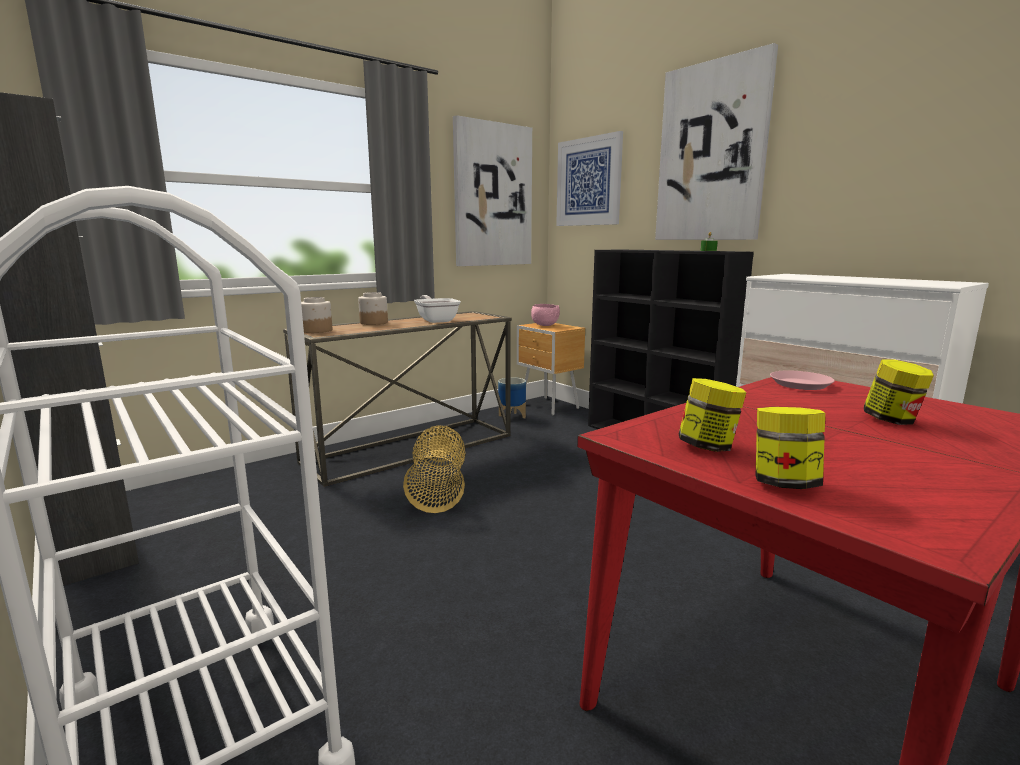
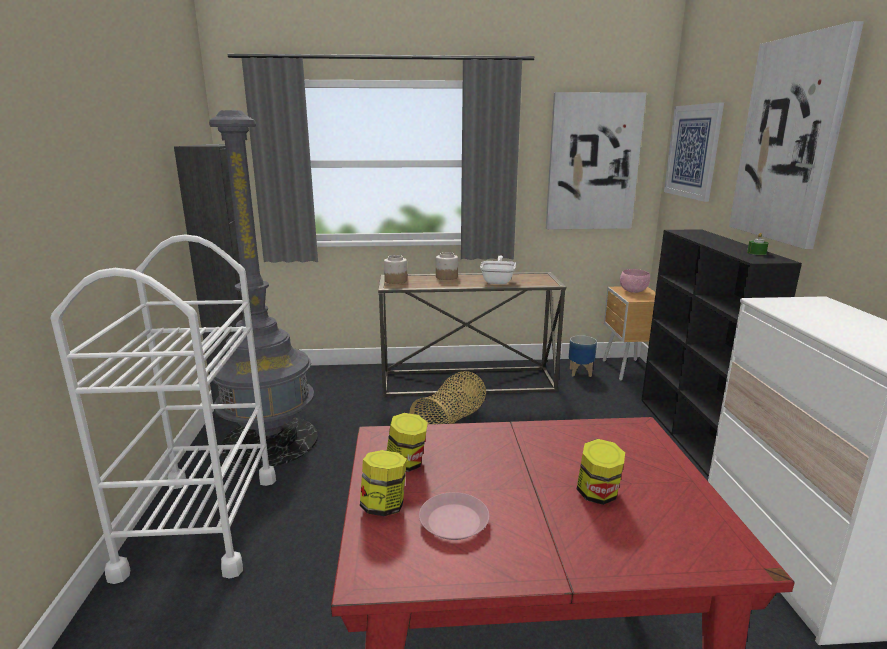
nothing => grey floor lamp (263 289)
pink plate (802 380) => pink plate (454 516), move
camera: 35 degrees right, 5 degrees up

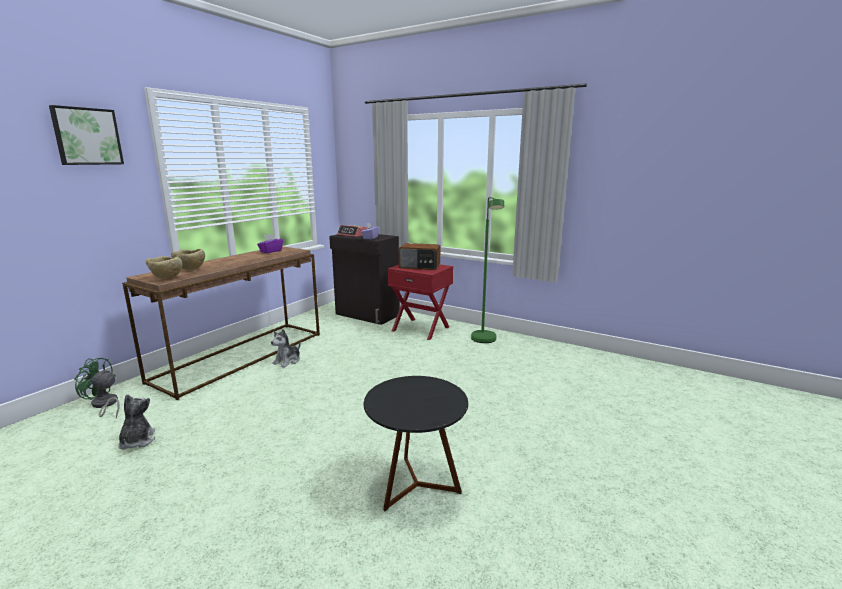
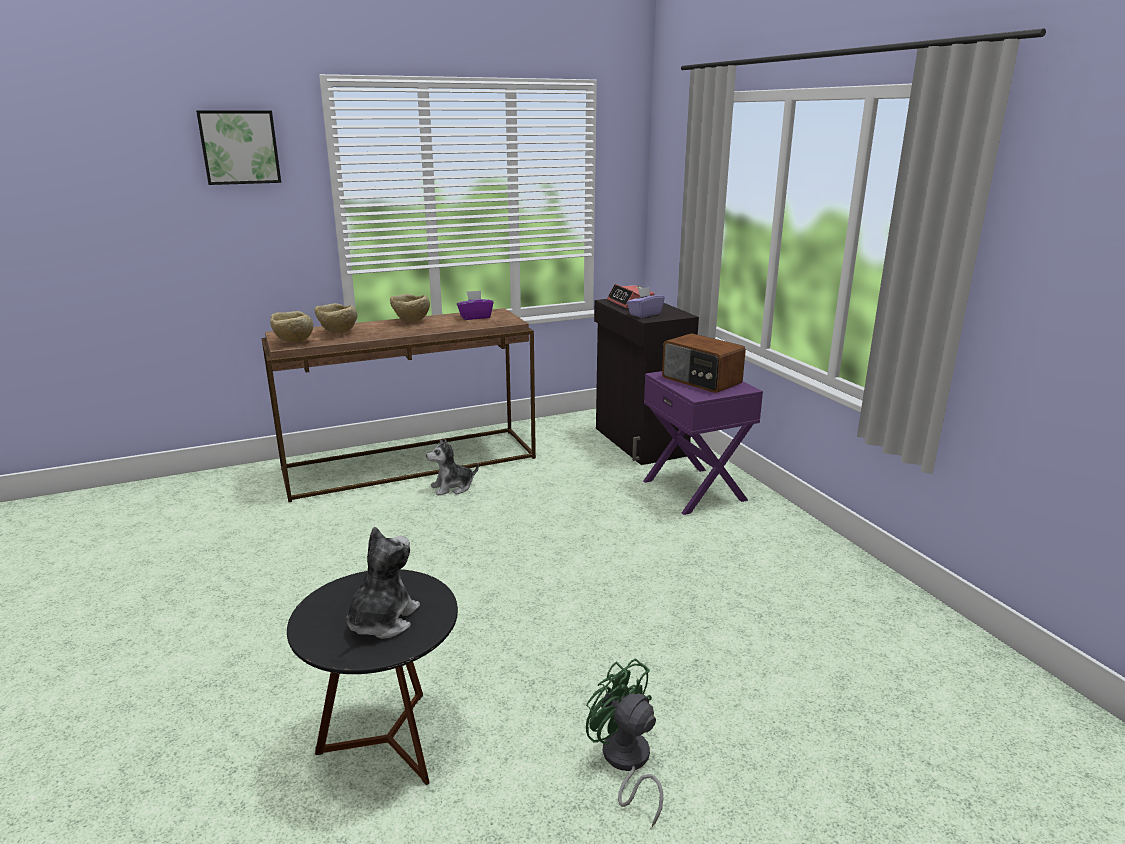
plush toy (136 422) => plush toy (383 583), move
nothing => beige bowl (410 308)
green fan (96 388) => green fan (624 743), move
red nightstand (420 302) => purple nightstand (703 443)
green floor lamp (487 270) => nothing
camera: 35 degrees right, 5 degrees up

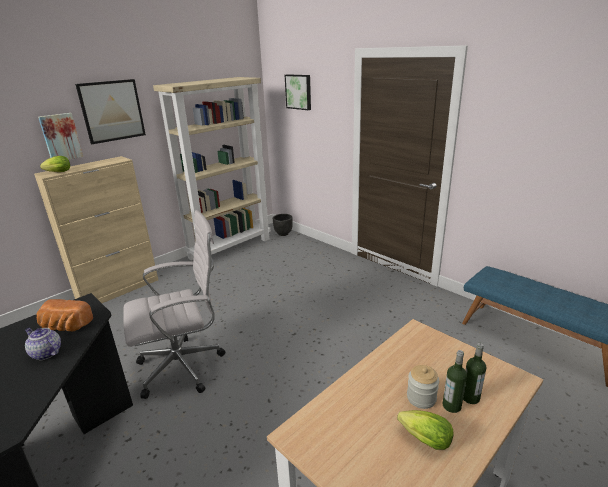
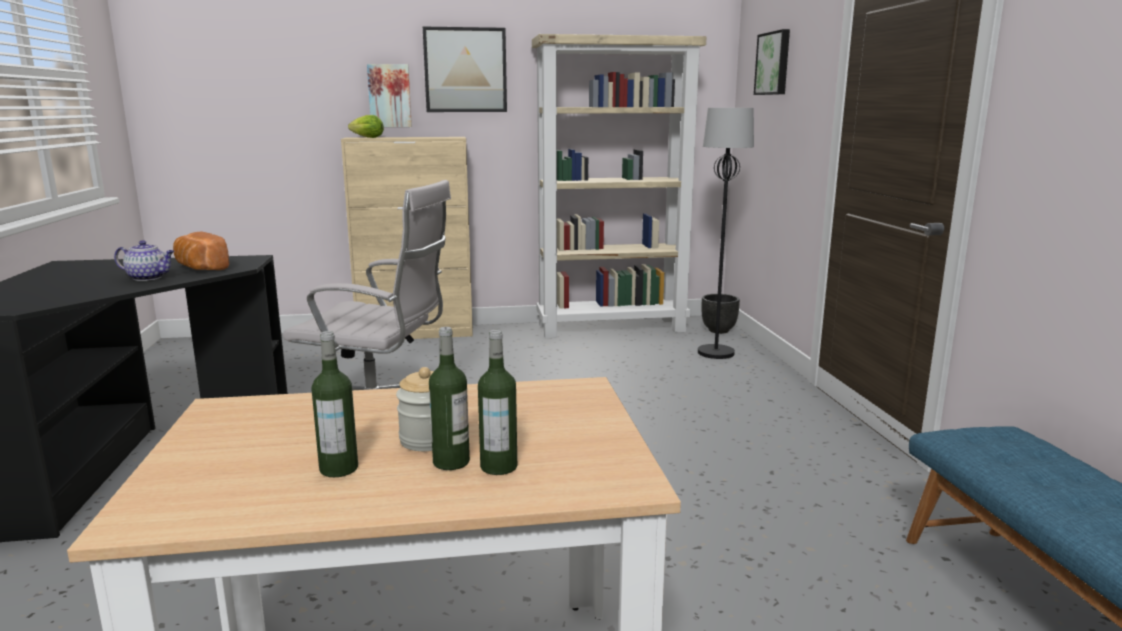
teapot (43 344) => teapot (144 260), 120 degrees clockwise
lettuce (425 430) => bottle (334 404)
nothing => black floor lamp (726 233)
camera: 35 degrees right, 10 degrees down

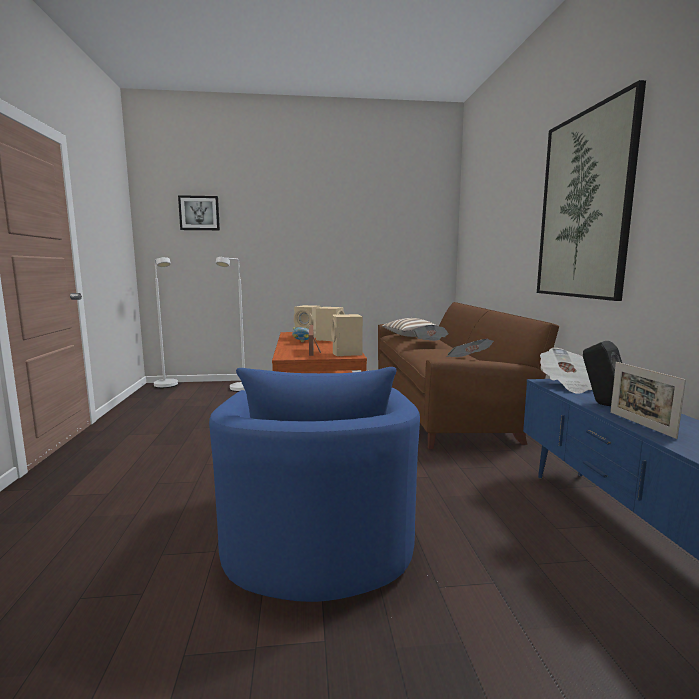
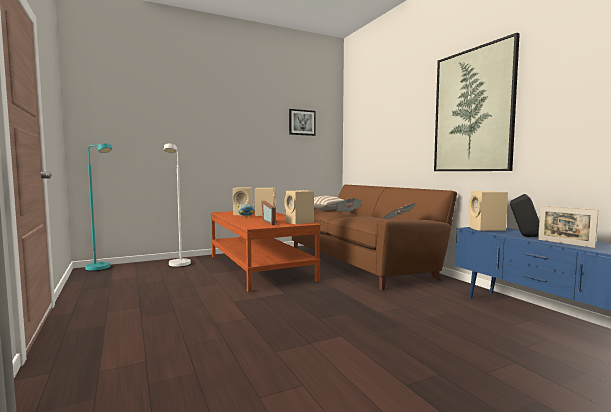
white floor lamp (166 322) => turquoise floor lamp (98 207)
picture (199 212) => picture (302 122), move
newspaper (566 371) => beige speaker (488 211)
blue armchair (314 484) => nothing
camera: 20 degrees left, 5 degrees down

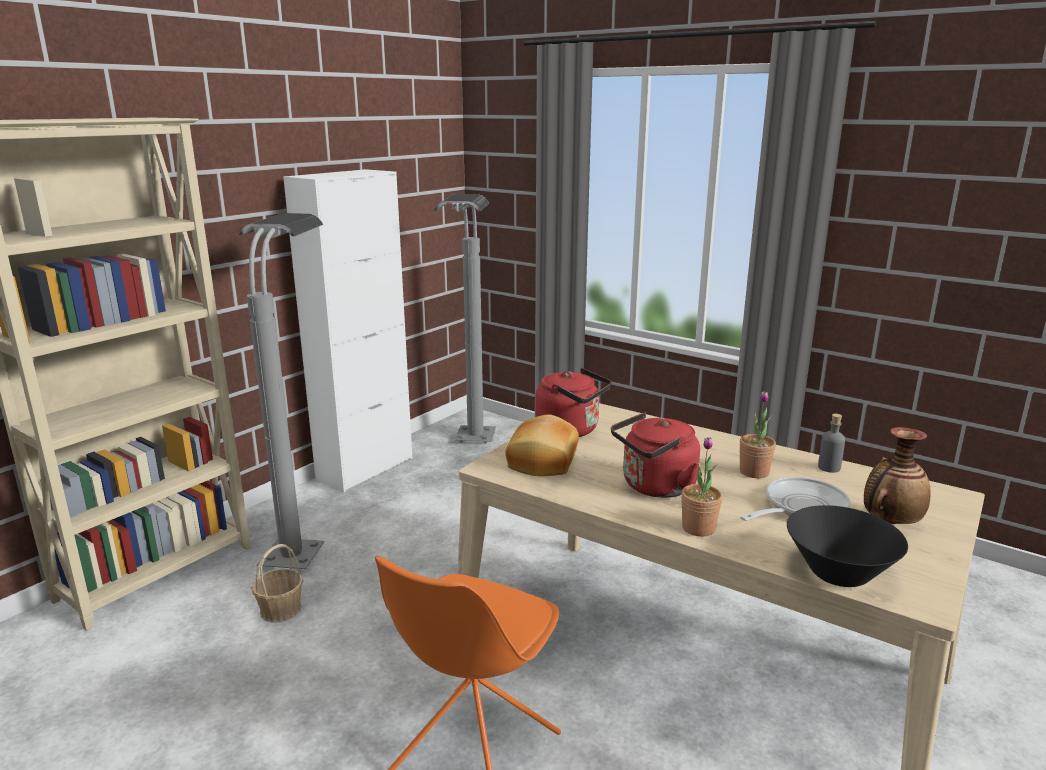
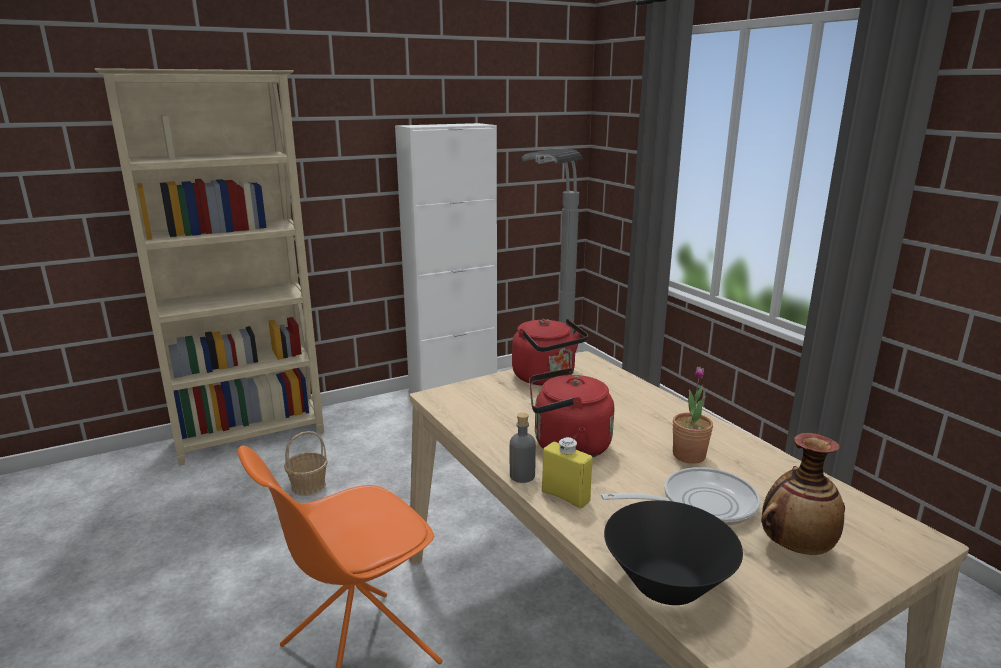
grey bottle (831 443) => grey bottle (523 448), move
potted plant (702 487) => yellow bottle (567 473)
grey floor lamp (282 391) => nothing
bread (542 445) => nothing
camera: 25 degrees right, 0 degrees up

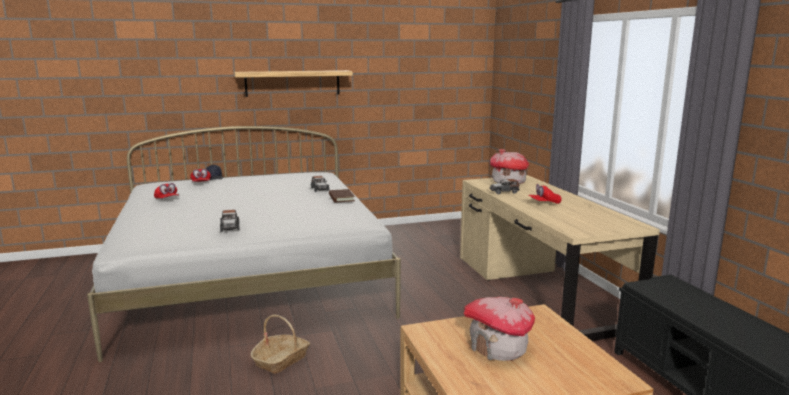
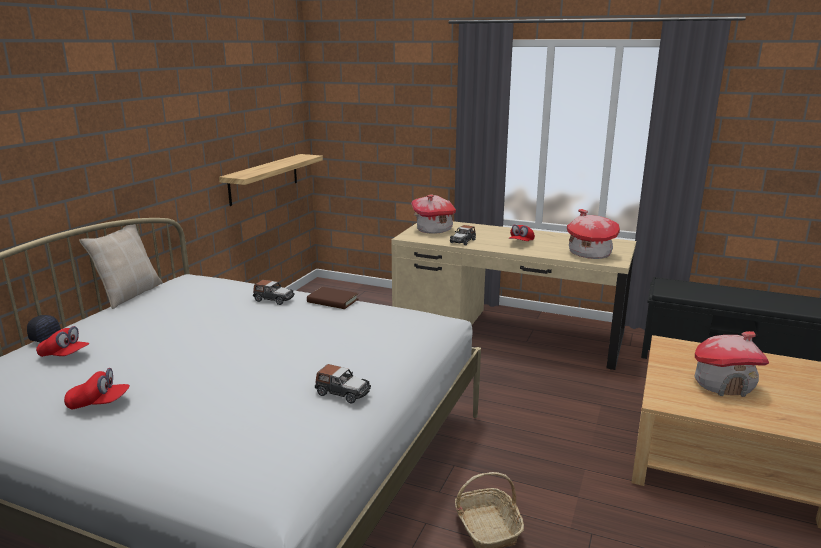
nothing => beige pillow (121 266)
shelf (293 83) => shelf (271 180), move
nothing => toy house (593 234)
camera: 50 degrees left, 5 degrees up

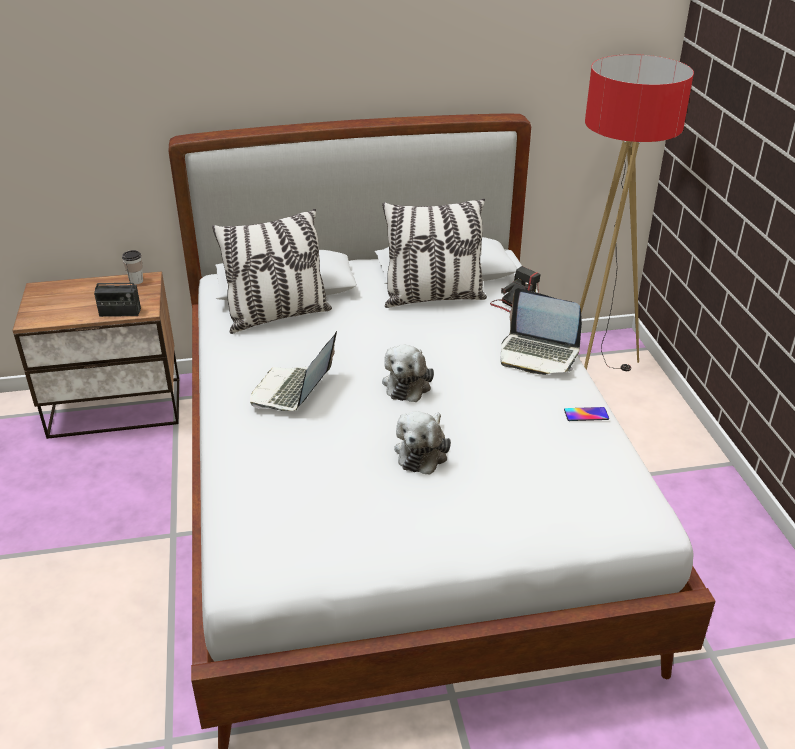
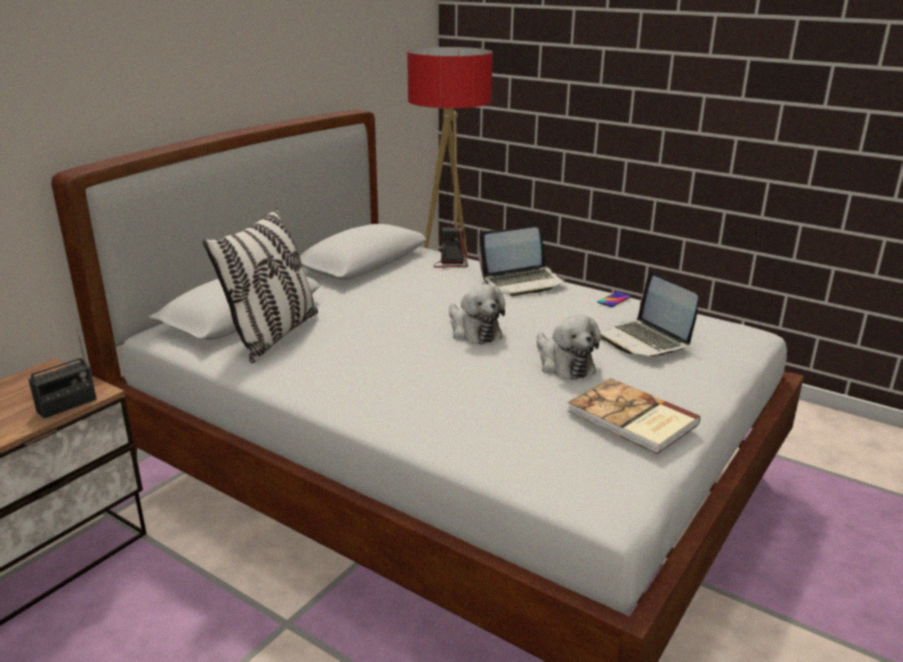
nothing => book (634 416)
laptop (293 371) => laptop (649 314), move
cup (132 267) => nothing
pillow (434 253) => nothing
camera: 45 degrees left, 10 degrees down

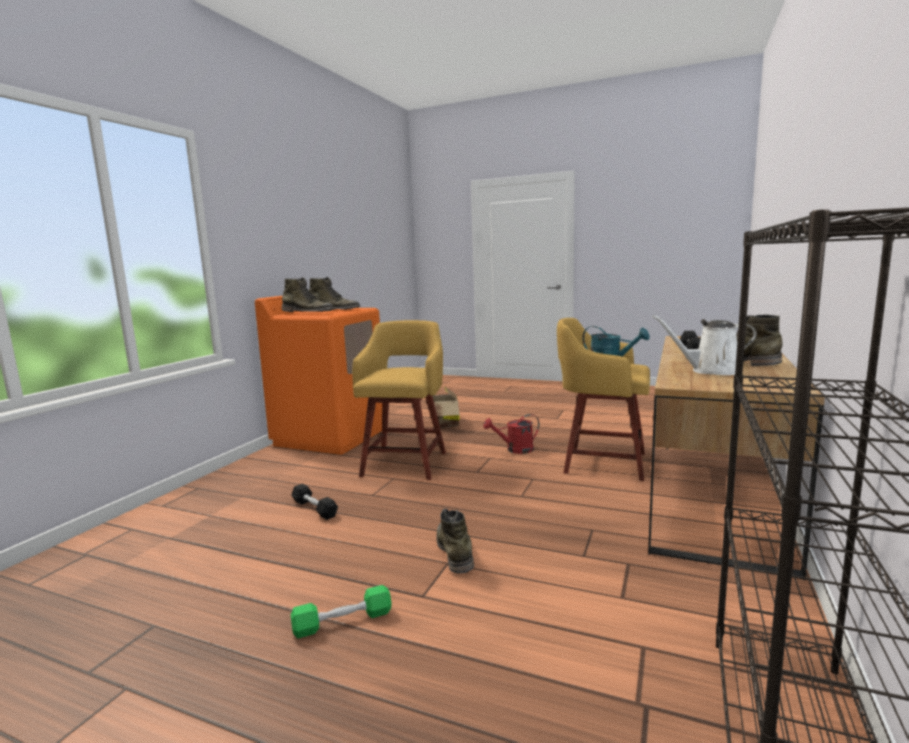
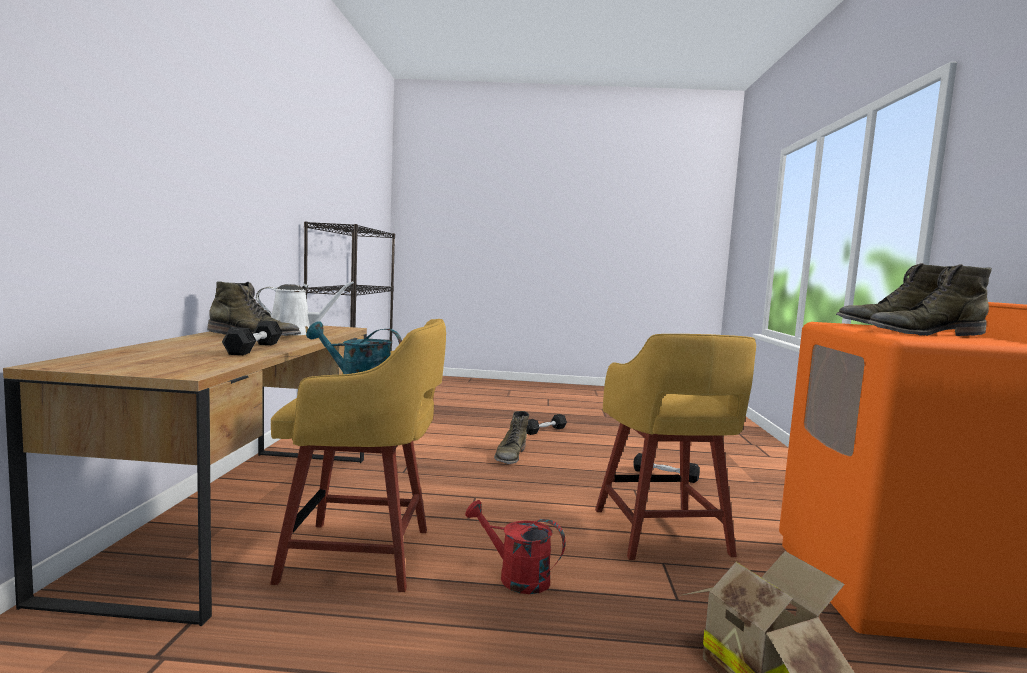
red watering can (512 434) => red watering can (515 547), 120 degrees counterclockwise
green boot (455 541) => green boot (511 437), 45 degrees clockwise
green dumbbell (341 611) => black dumbbell (546 424)
camera: 160 degrees right, 5 degrees down

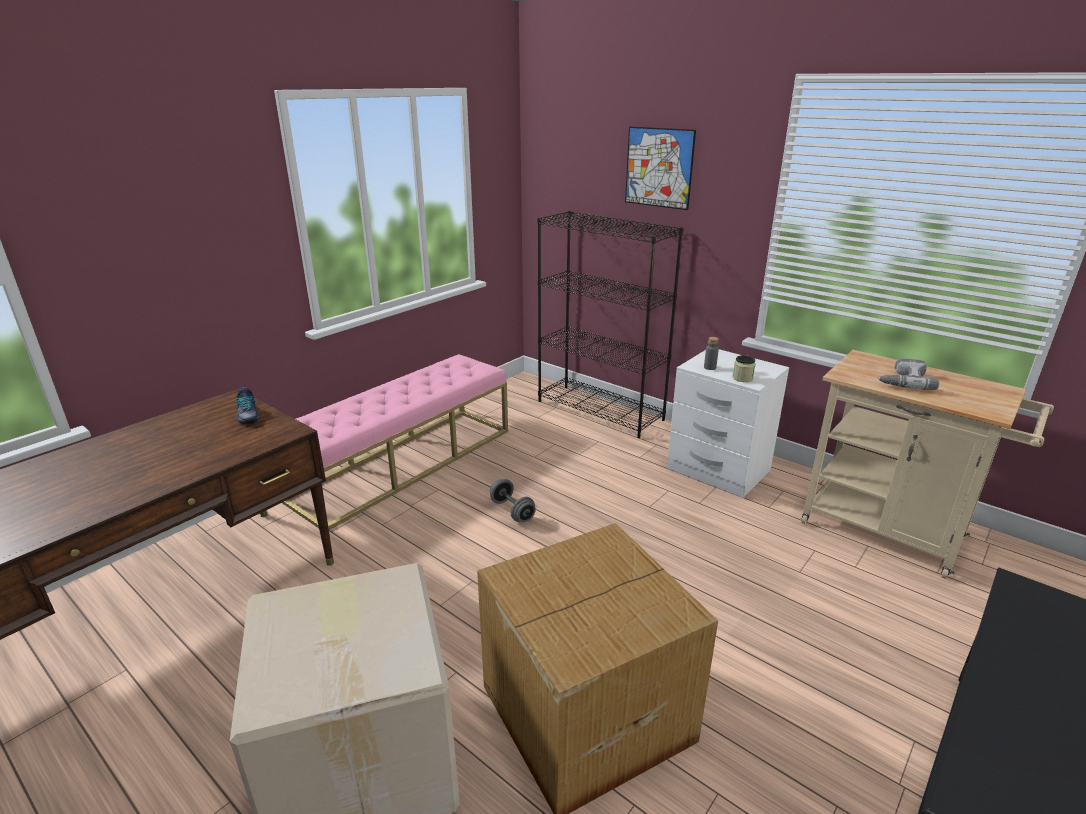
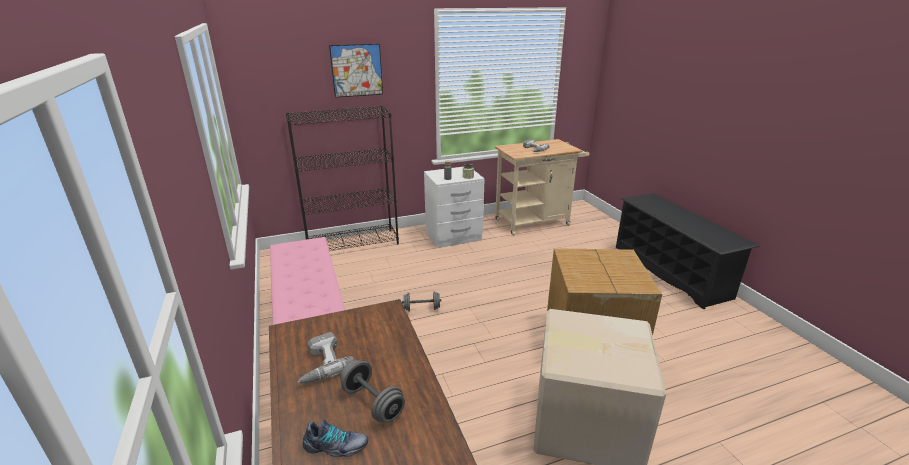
nothing => power drill (326 357)
shoe (248 405) => shoe (335 438), move
nothing => grey dumbbell (372 391)
camera: 60 degrees left, 0 degrees up

